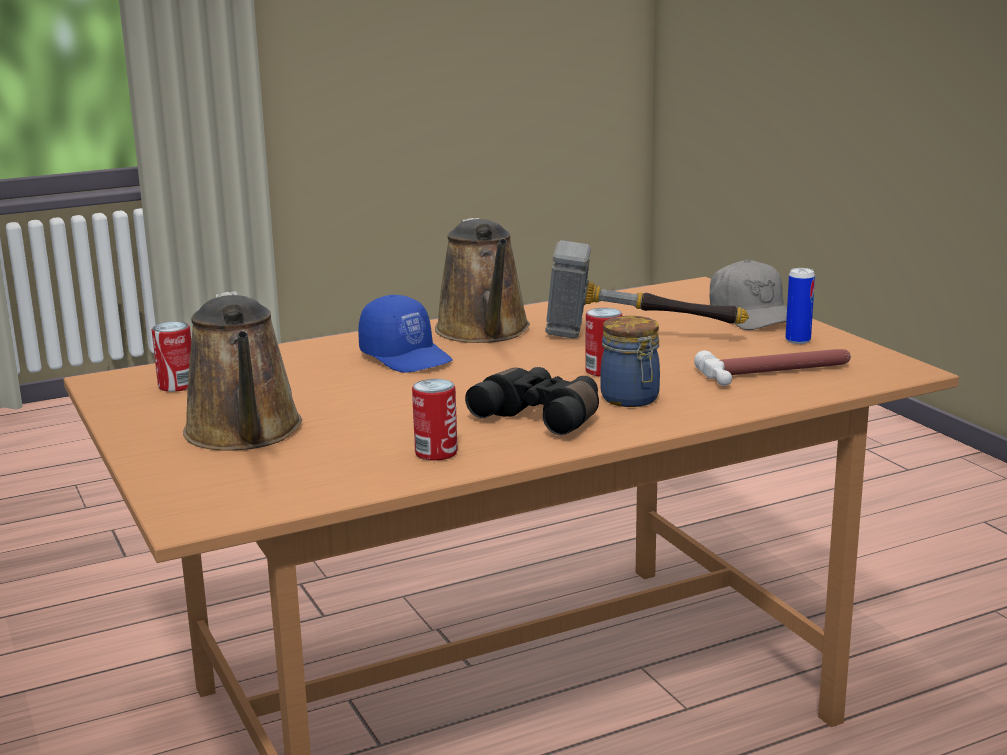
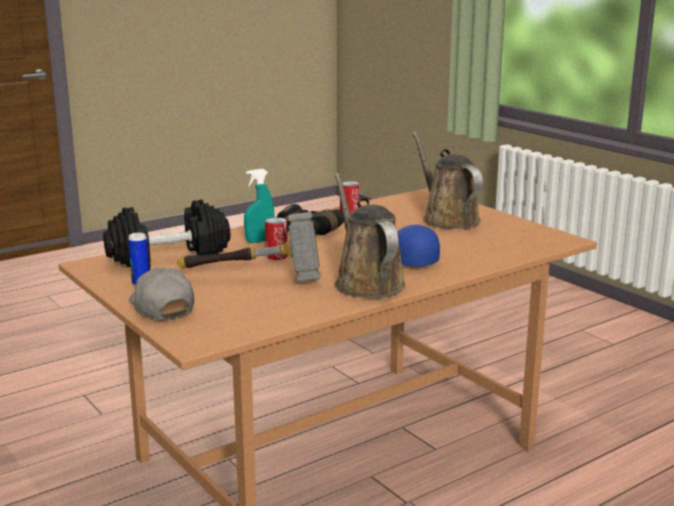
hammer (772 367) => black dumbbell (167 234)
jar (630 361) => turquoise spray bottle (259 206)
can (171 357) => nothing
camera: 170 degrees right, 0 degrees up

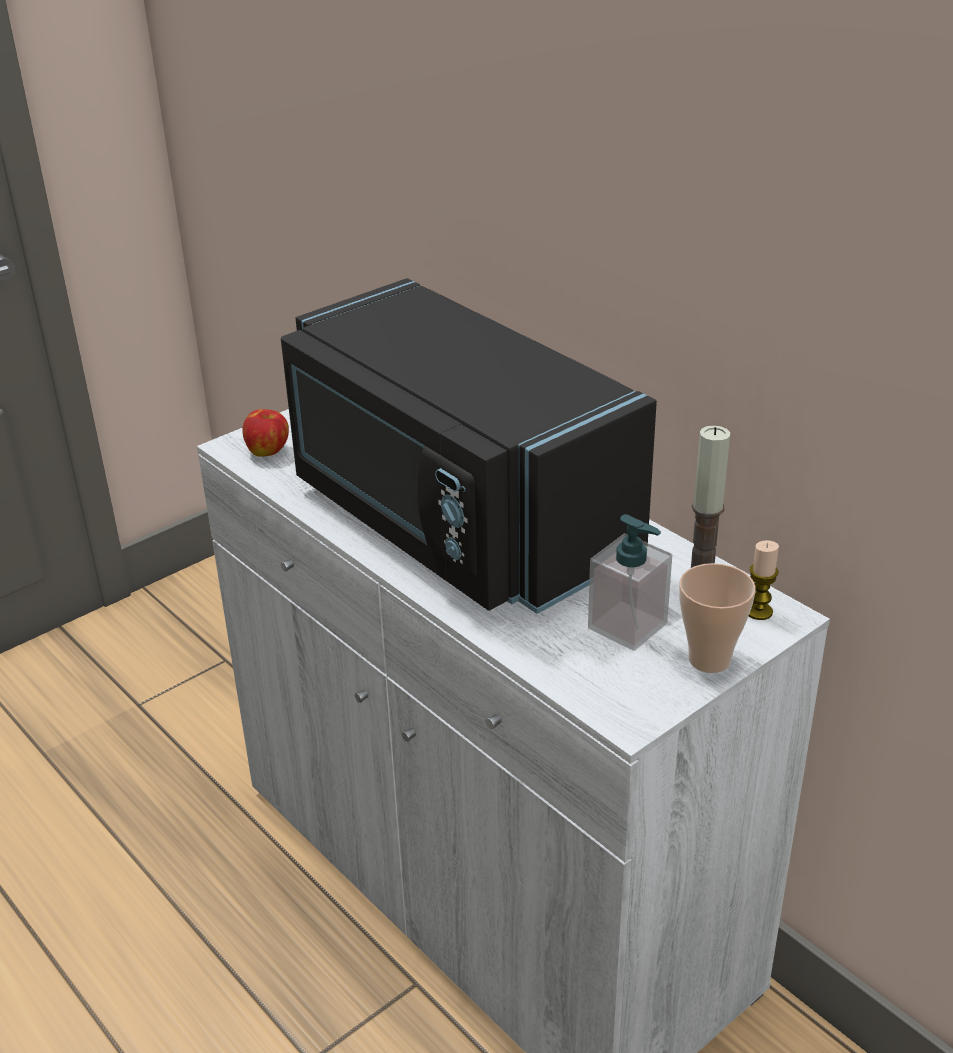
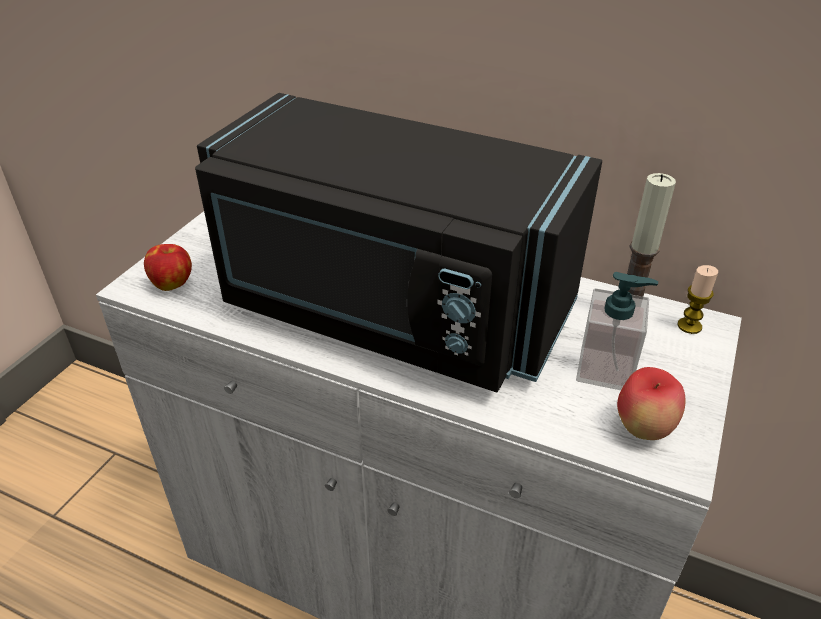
nothing => apple (651 403)
cup (717 618) => nothing
camera: 25 degrees left, 5 degrees up

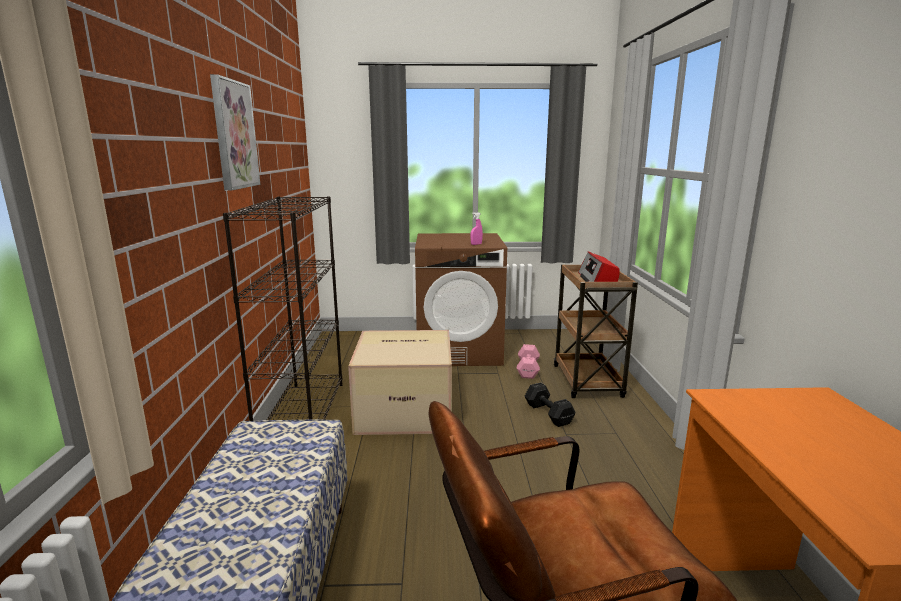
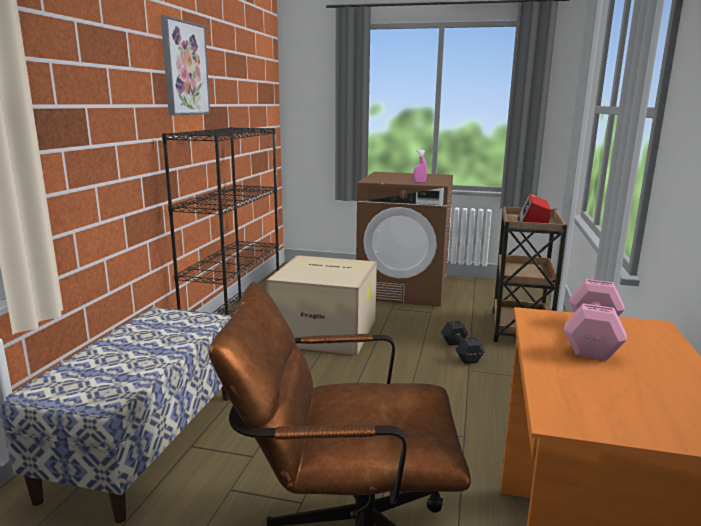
pink dumbbell (528 361) => pink dumbbell (595 320), move
camera: 15 degrees right, 0 degrees up

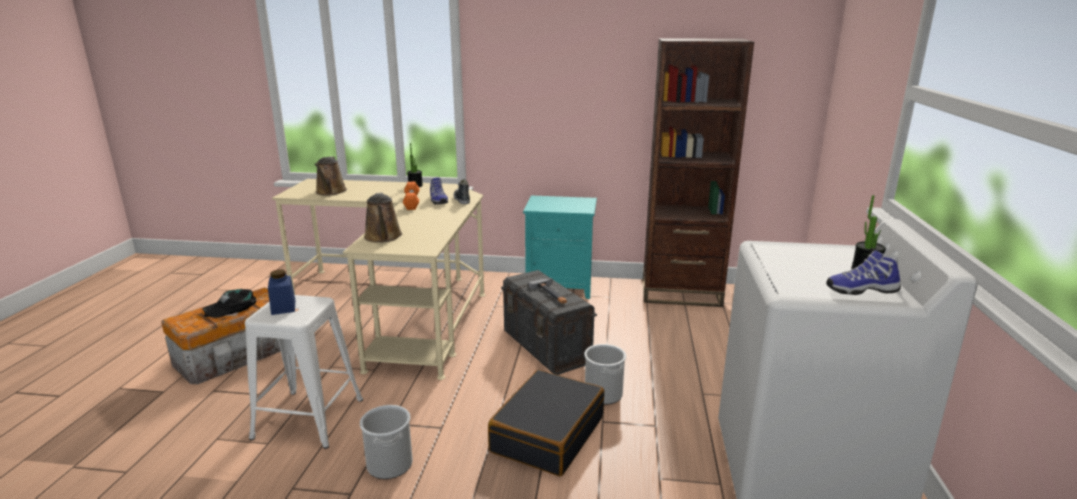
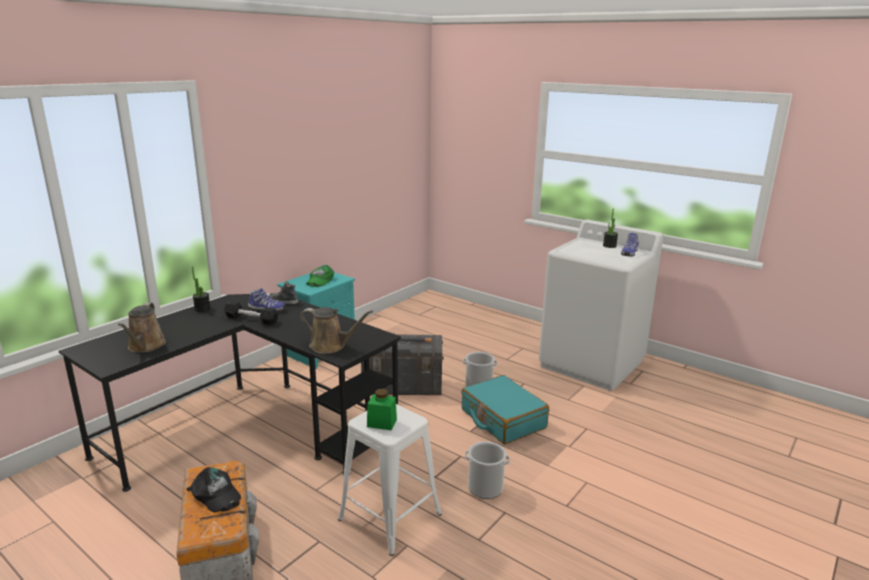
beige desk (378 279) => black desk (230 392)
brown watering can (330 176) => brown watering can (142 327), 60 degrees clockwise
black cap (229 303) => black cap (214 489), 45 degrees counterclockwise
orange dumbbell (411 196) => black dumbbell (251 313)
nothing => green cap (320 276)
blue jar (282 292) => green jar (382 409)
black suitcase (546 423) => turquoise suitcase (505 409)
brown bookcase (698 172) => nothing
camera: 60 degrees left, 0 degrees up

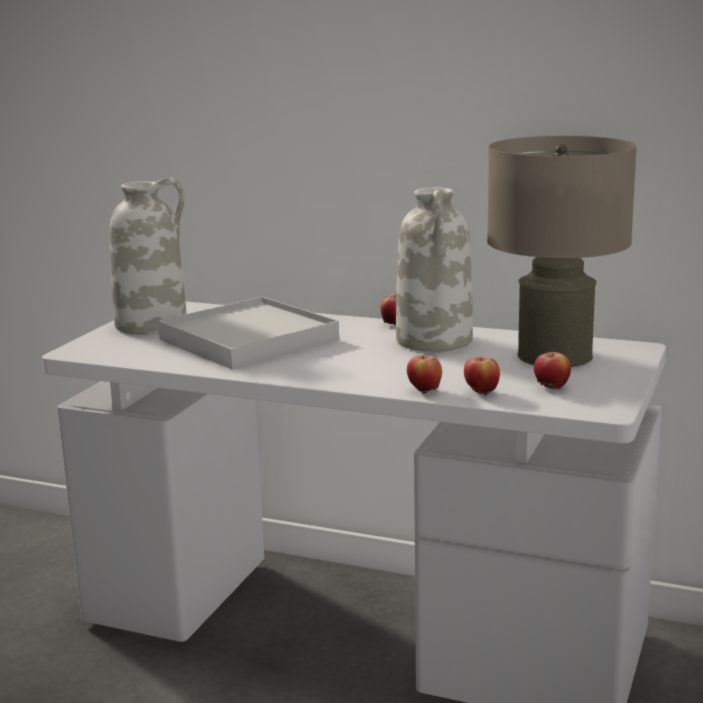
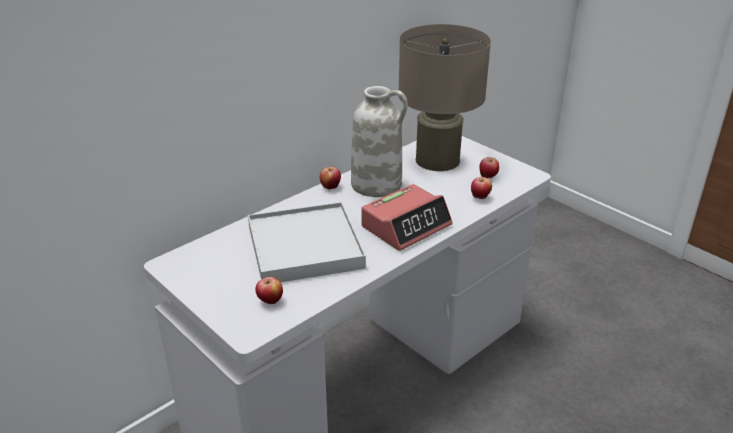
apple (424 374) => apple (269 290), move
nothing => alarm clock (407 217)
white vase (148 256) => nothing
camera: 65 degrees left, 15 degrees up

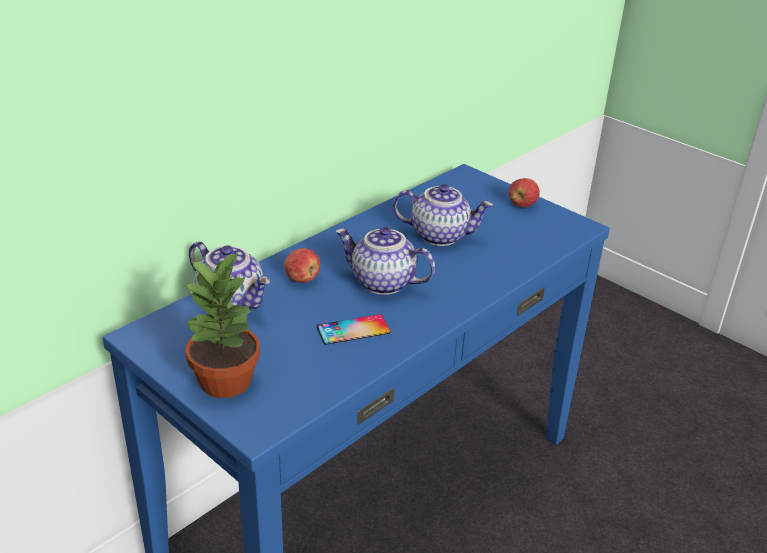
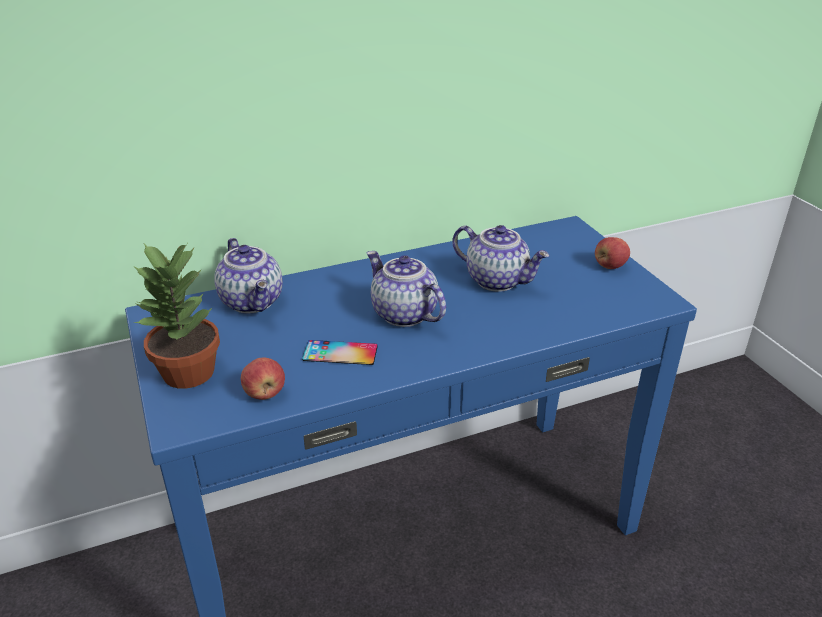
apple (302 265) => apple (263 379), move
camera: 25 degrees right, 0 degrees up

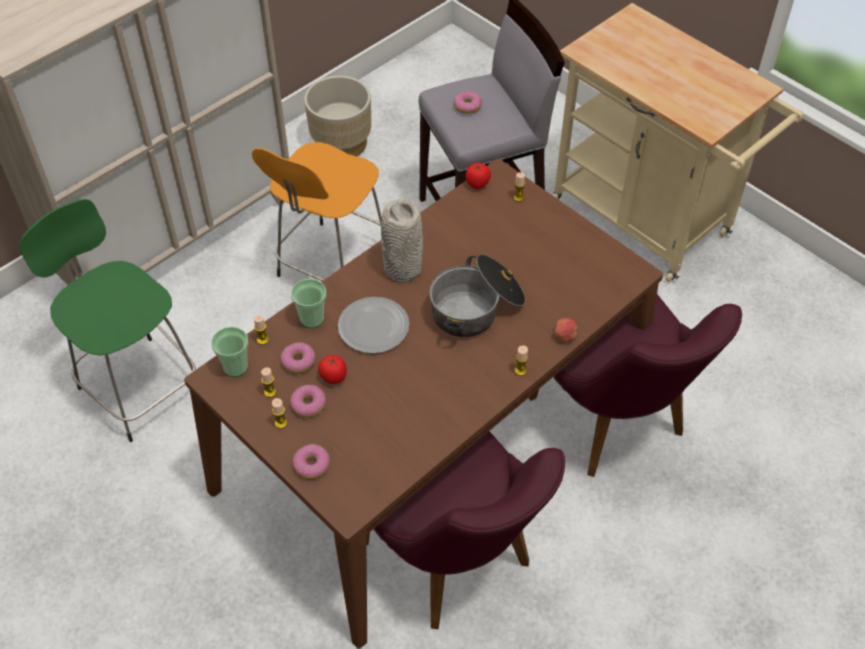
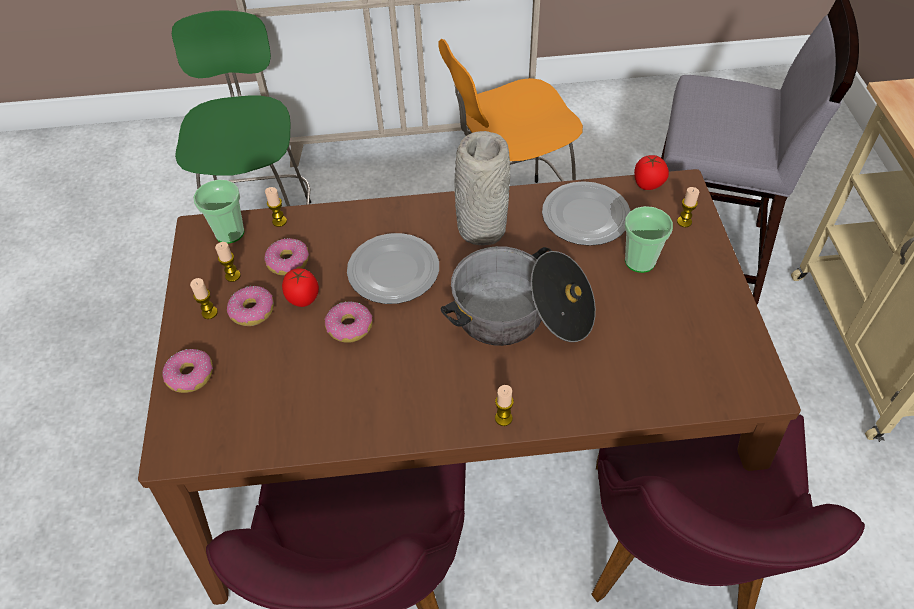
donut (468 102) => donut (348 322), move
nothing => plate (586 213)
cup (308 303) => cup (649 239), move
beige planter (337 116) => nothing
apple (566 330) => nothing
camera: 40 degrees right, 0 degrees up

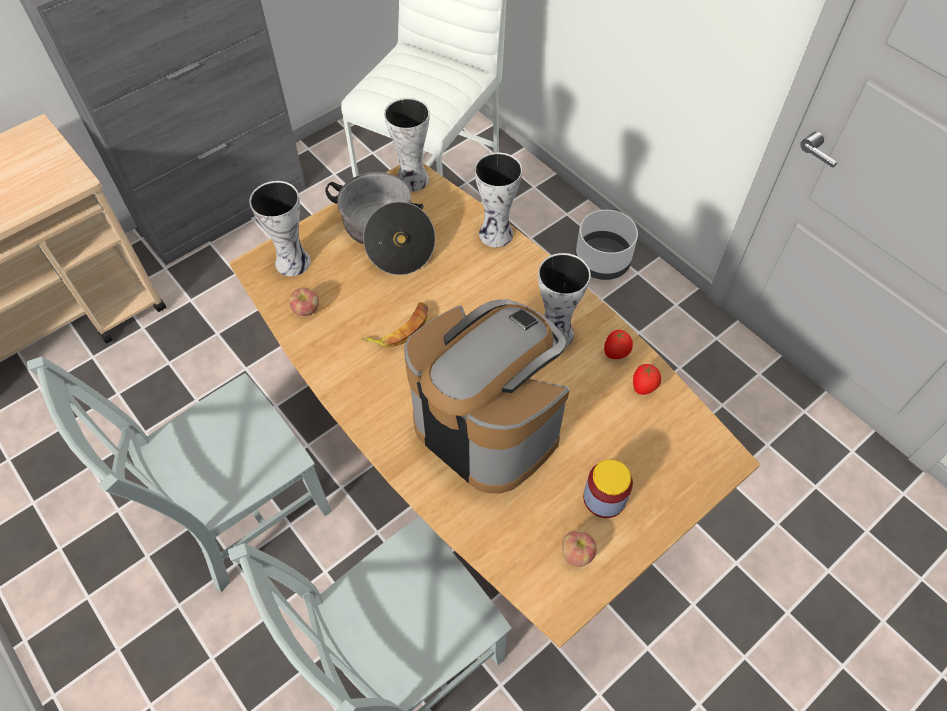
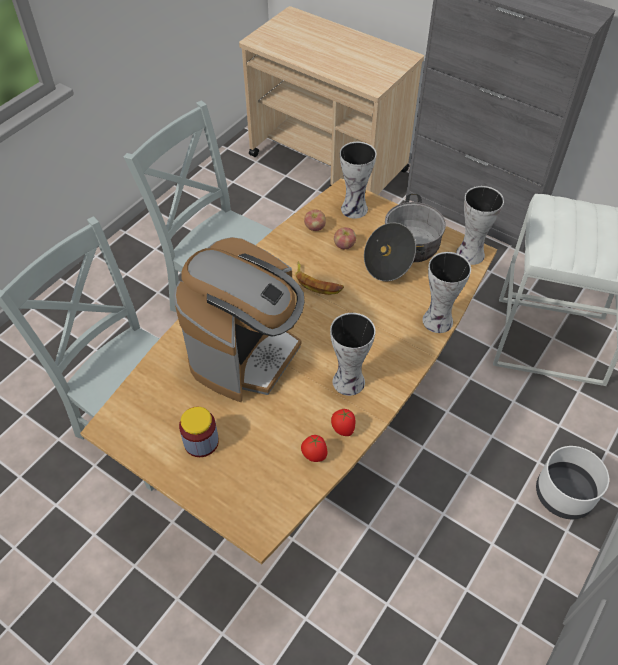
apple (579 548) => apple (345 238), move
camera: 75 degrees right, 5 degrees down

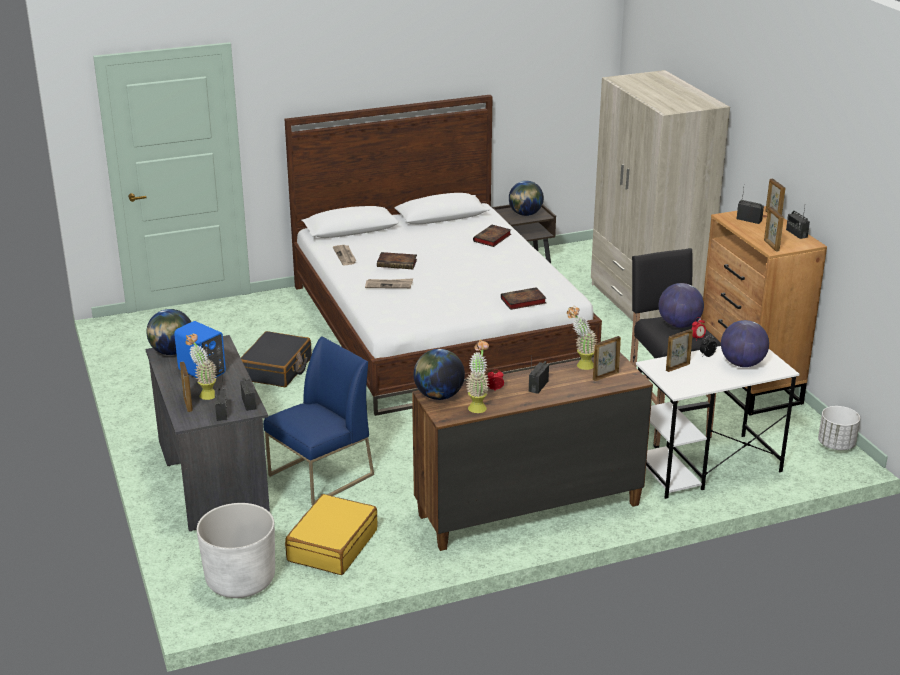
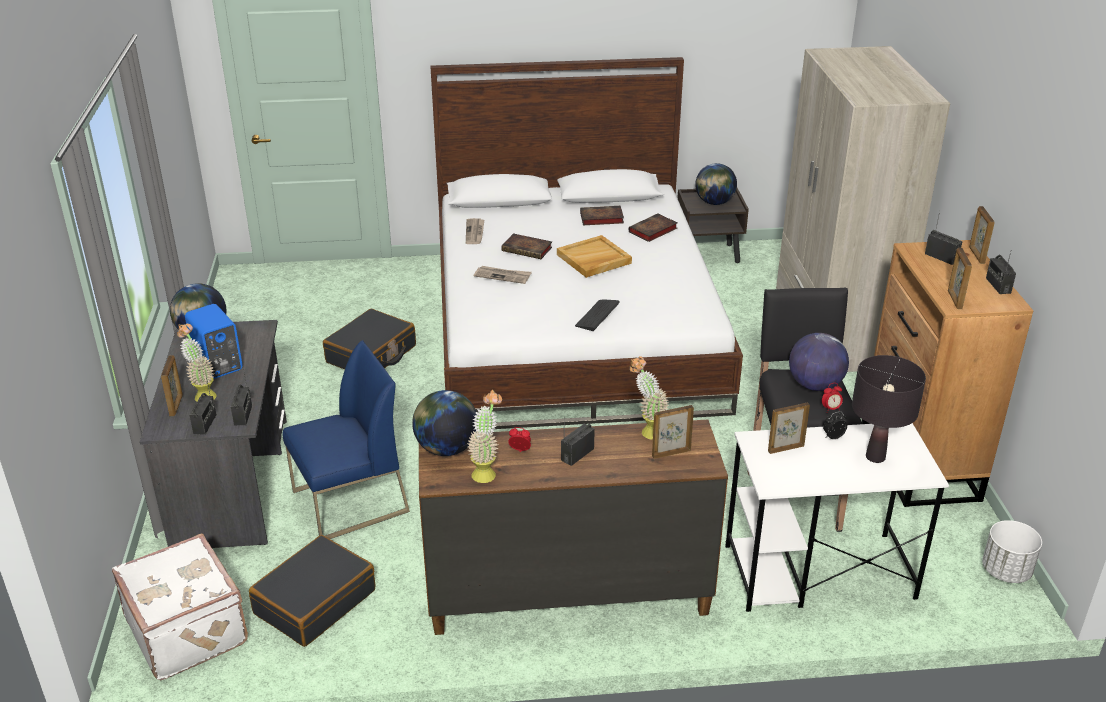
white planter (236 550) => white suitcase (180 607)
yellow suitcase (331 534) => black suitcase (312 591)
nothing => beige tray (594 256)
nothing => keyboard (597 315)
book (524 298) => book (602 215), move
globe (745 343) => black table lamp (889 409)
camera: 15 degrees right, 5 degrees up

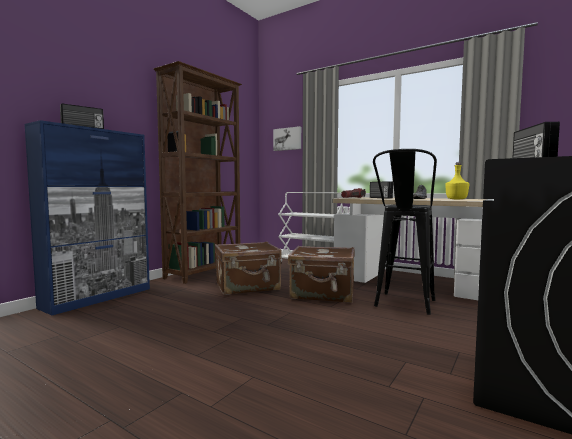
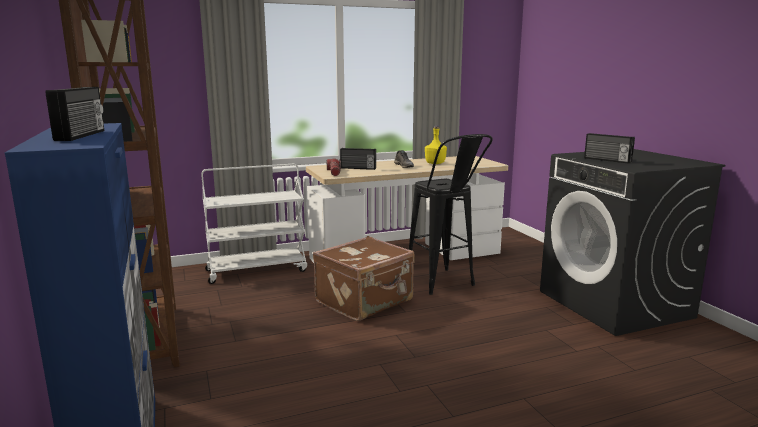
brown suitcase (248 268) => nothing
picture (287 138) => nothing
camera: 55 degrees left, 10 degrees up

